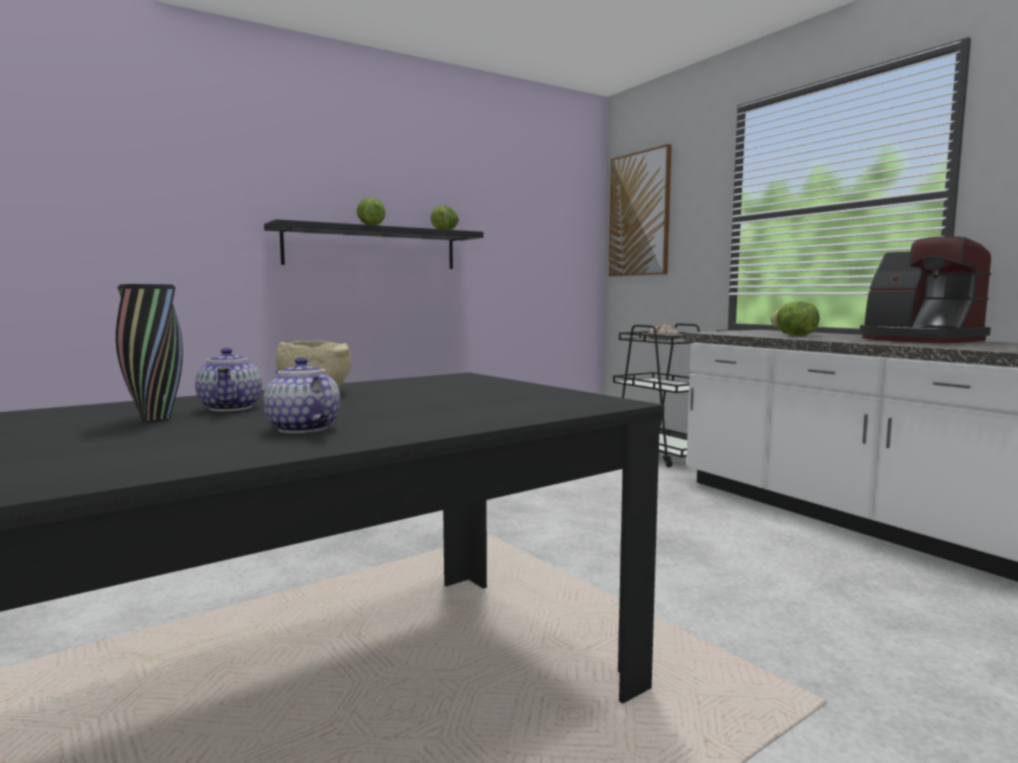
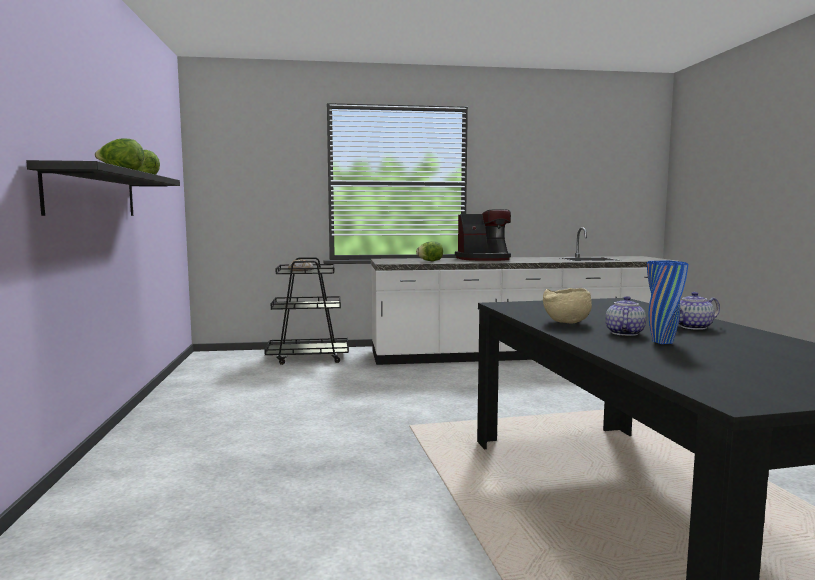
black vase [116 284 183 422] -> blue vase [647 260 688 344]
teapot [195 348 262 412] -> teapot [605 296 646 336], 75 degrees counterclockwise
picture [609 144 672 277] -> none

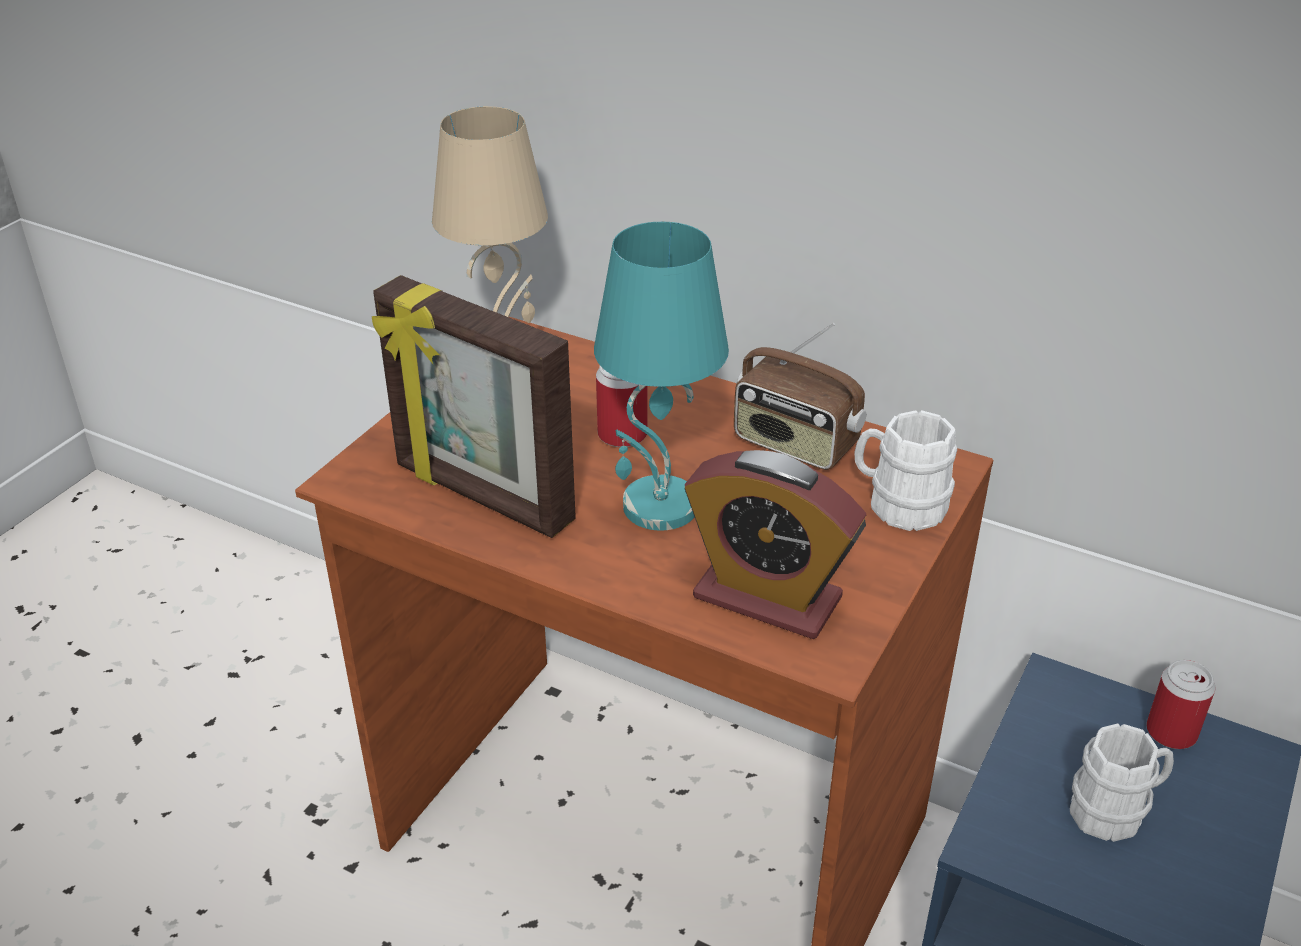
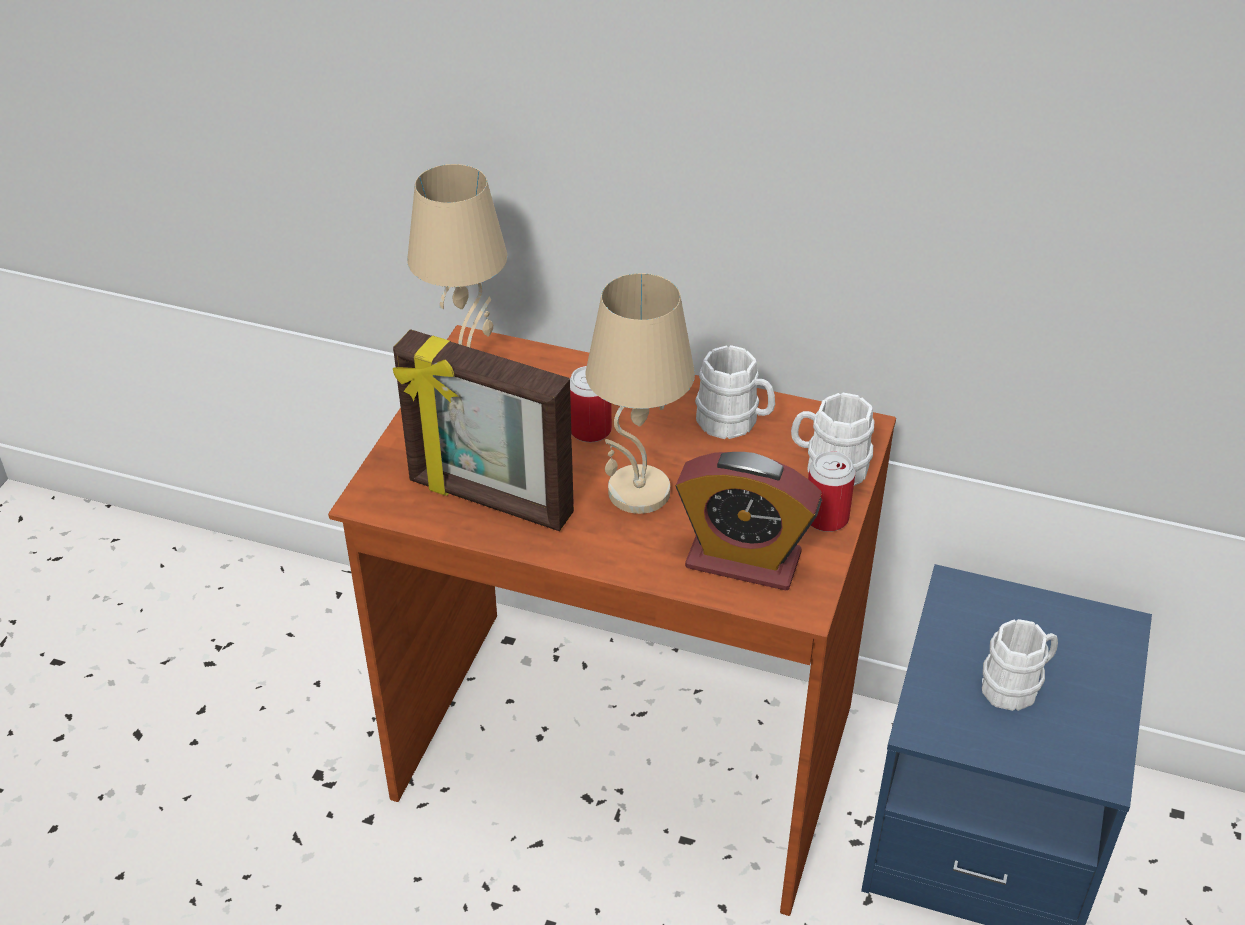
turquoise table lamp [594 222 729 531] -> beige table lamp [586 273 695 514]
radio [734 323 866 470] -> white mug [695 345 775 439]
can [1146 660 1215 749] -> can [808 451 855 532], move

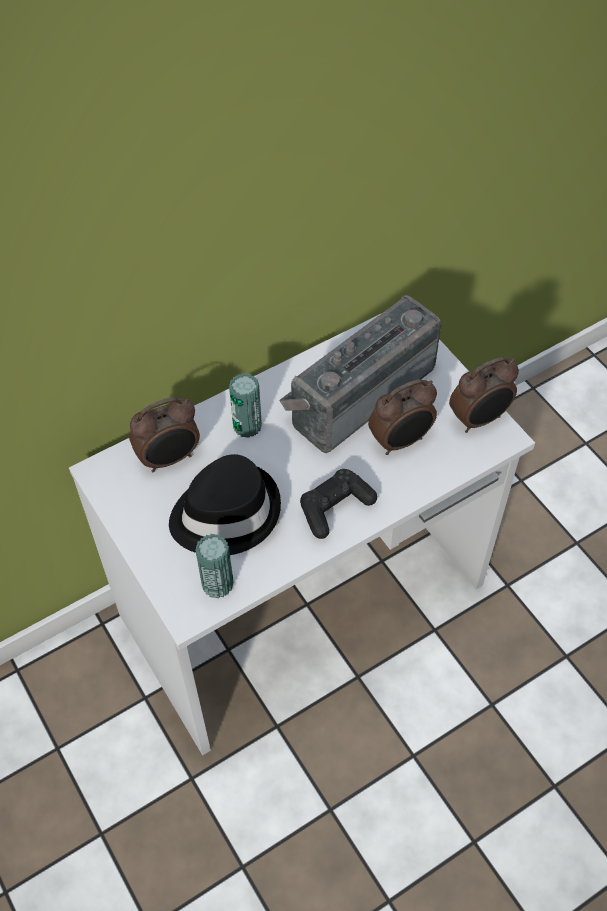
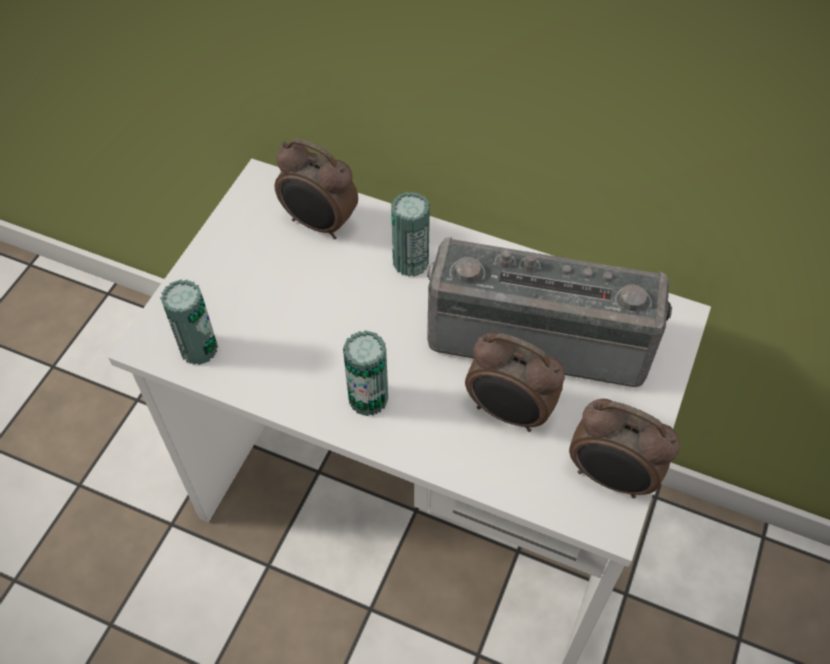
black hat [169 454 281 555] -> none
black game controller [300 469 377 539] -> can [343 330 388 416]

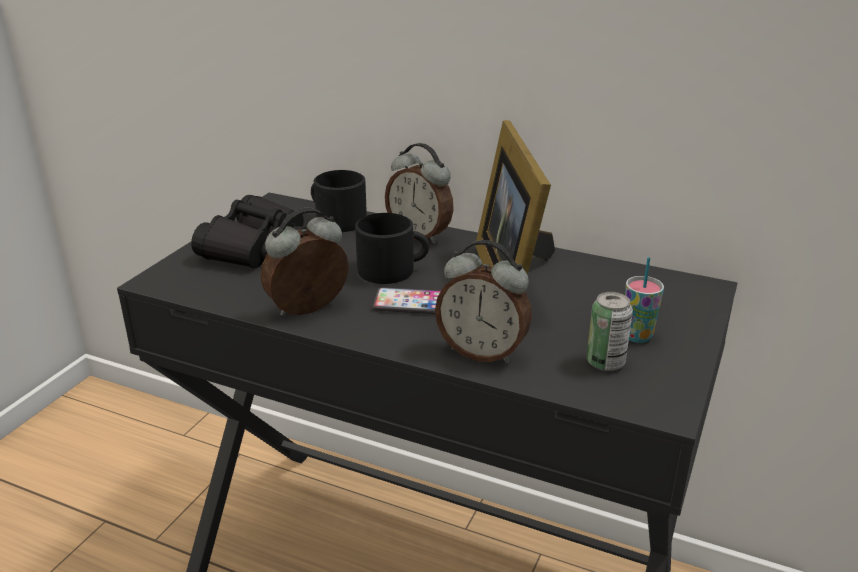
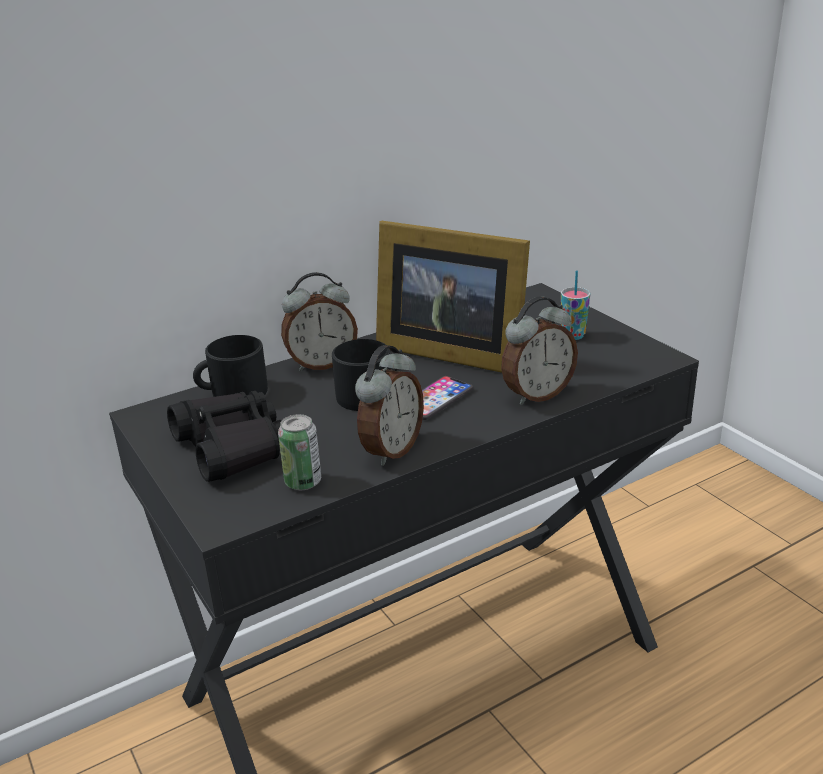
alarm clock [260 208 349 316] -> alarm clock [355 345 424 466], 150 degrees counterclockwise
can [587 292 633 371] -> can [278 414 321 490], move

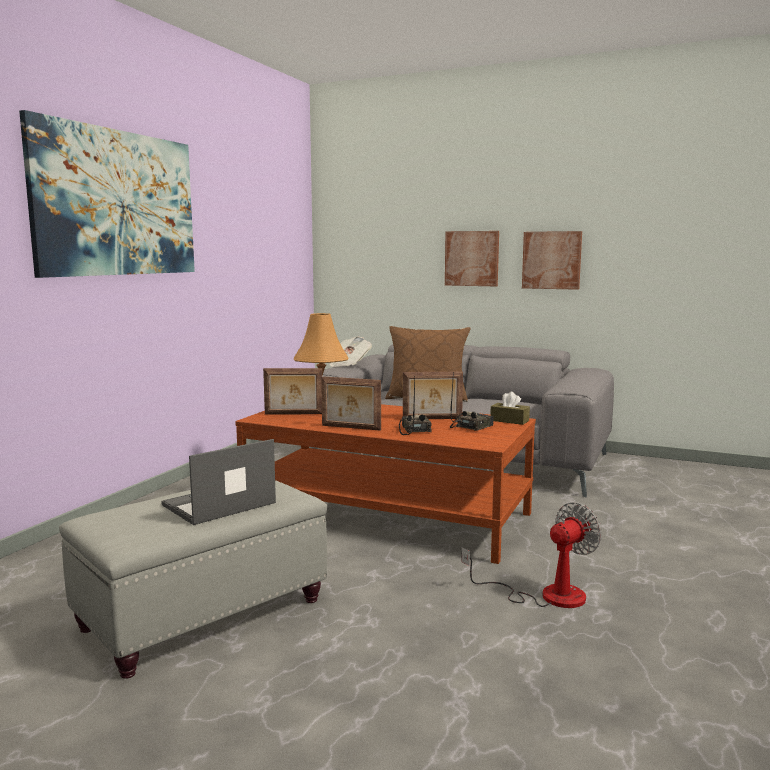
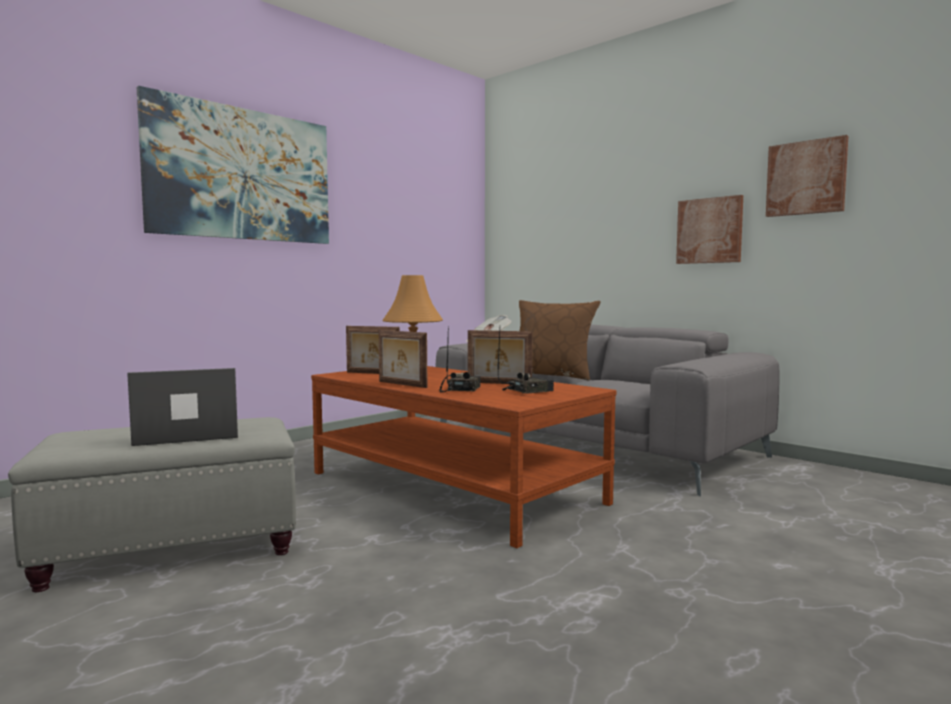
picture [445 231 499 286] -> picture [766 135 848 217], move
fan [461 502 602 608] -> none
brown tissue box [490 392 530 425] -> none

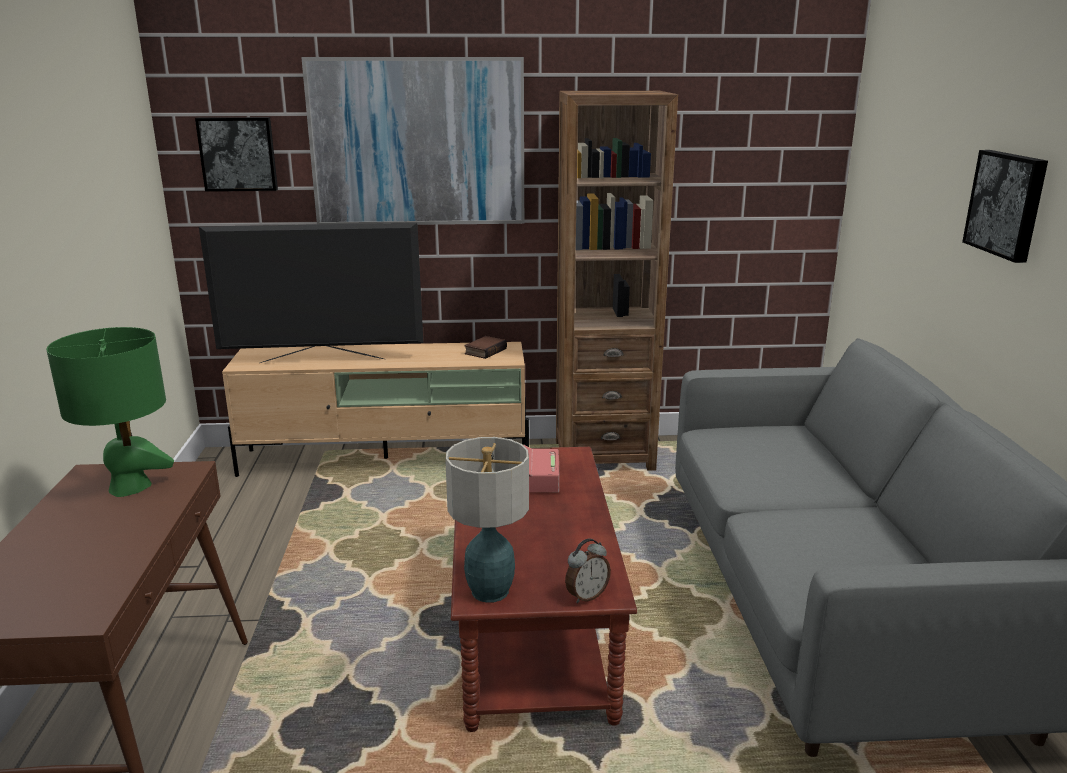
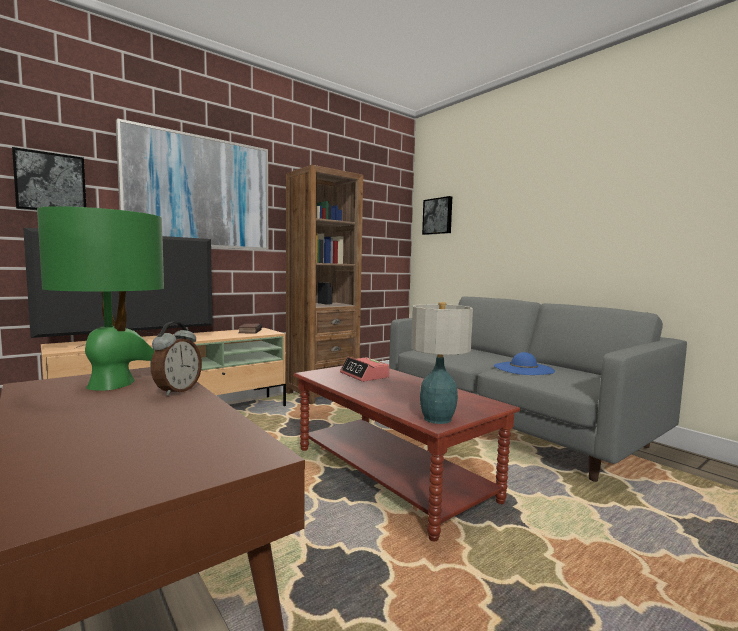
alarm clock [565 539 611 603] -> alarm clock [151 322 202 396], move
picture [962 150 1048 263] -> picture [422 196 452 235], move
none -> blue hat [494 352 555 375]

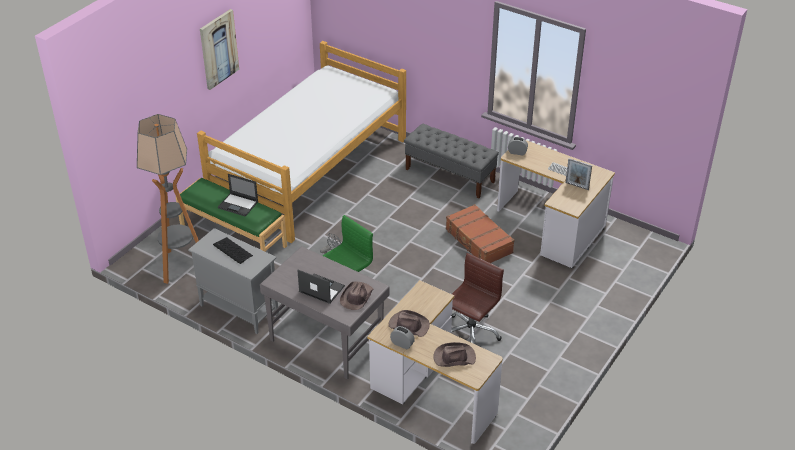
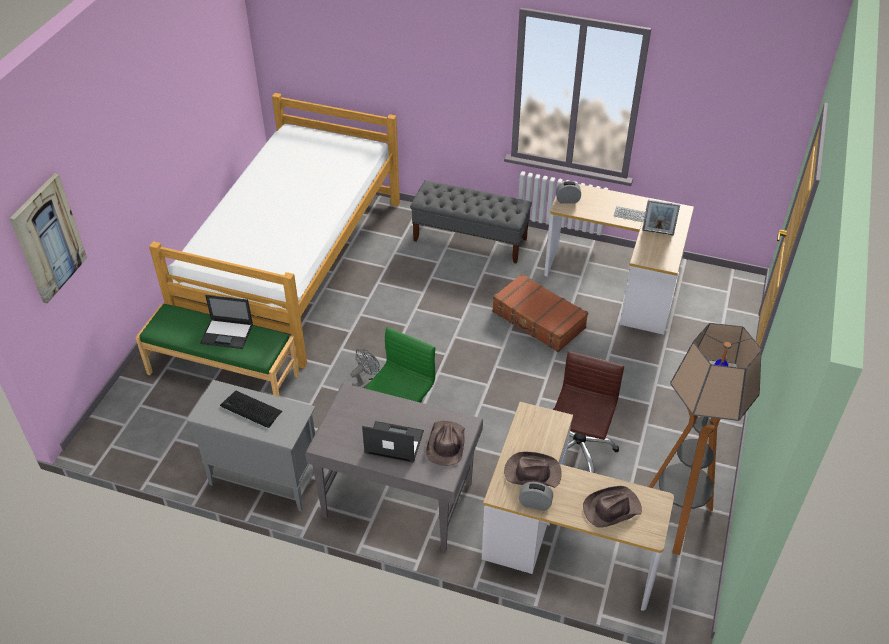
floor lamp [137 114 199 284] -> floor lamp [649 323 762 555], move
picture [200 9 239 90] -> picture [9 173 87 304], move

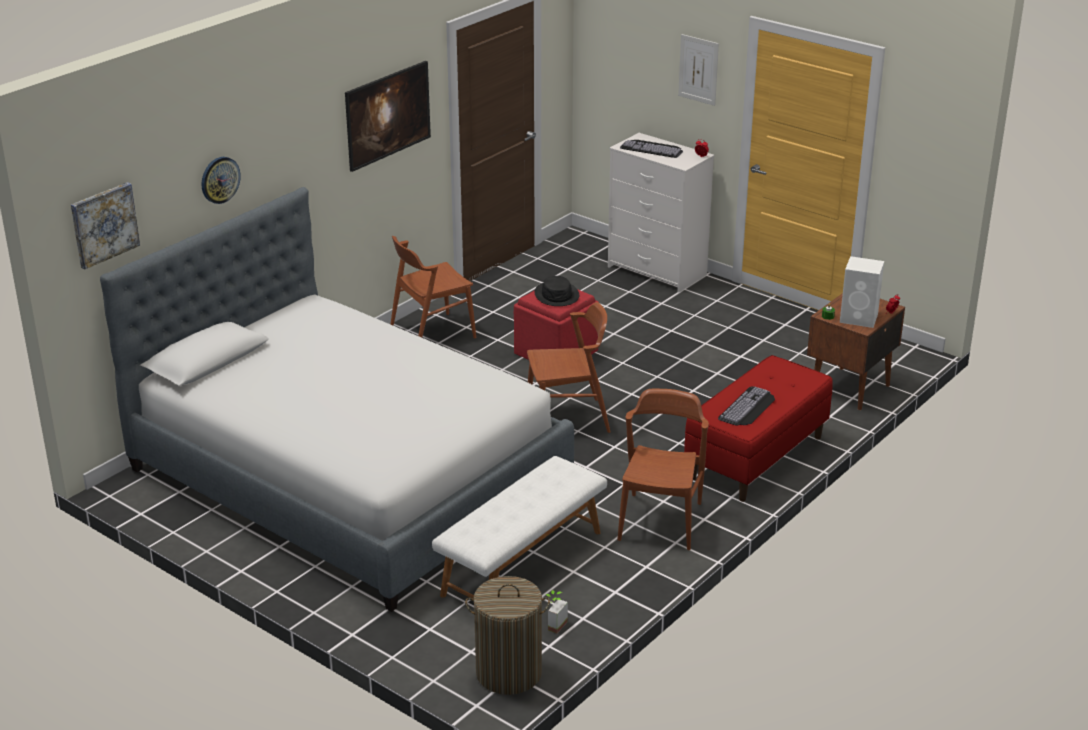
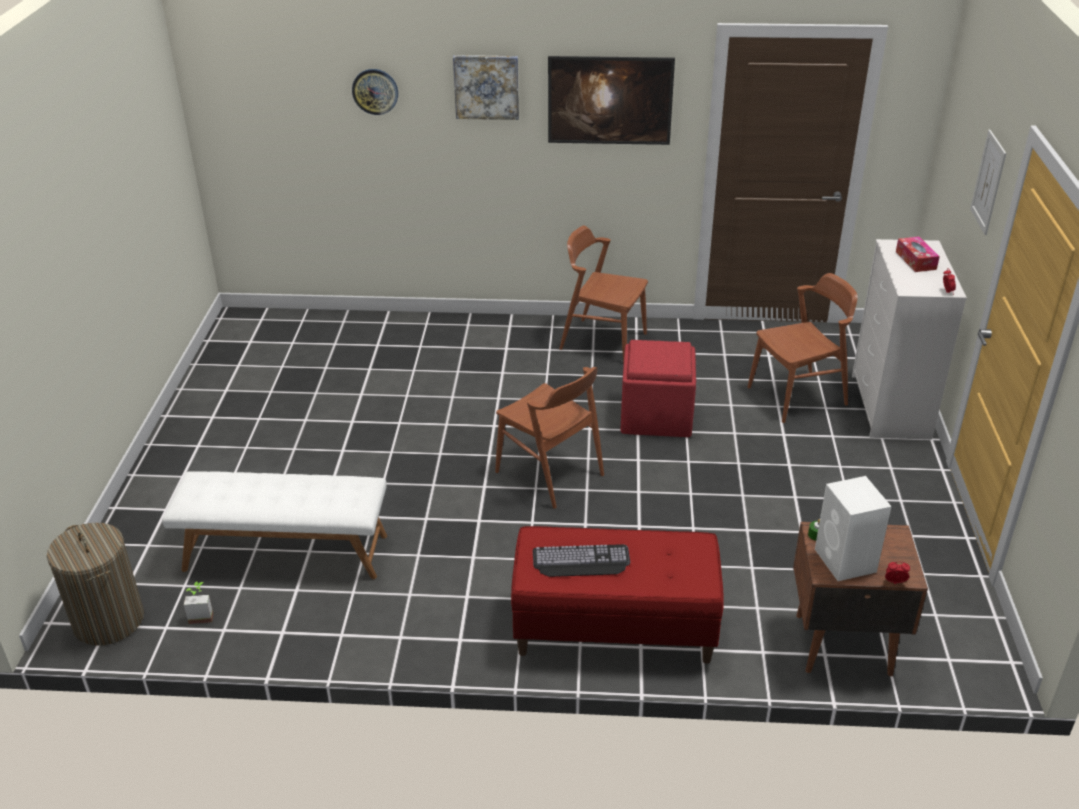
picture [71 182 140 269] -> picture [453 55 519 120], move
bed [100 187 574 612] -> none
black hat [534 276 579 306] -> none
brown chair [617 389 709 550] -> brown chair [747 273 858 423], move
keyboard [620 140 683 158] -> tissue box [896 237 940 272]

